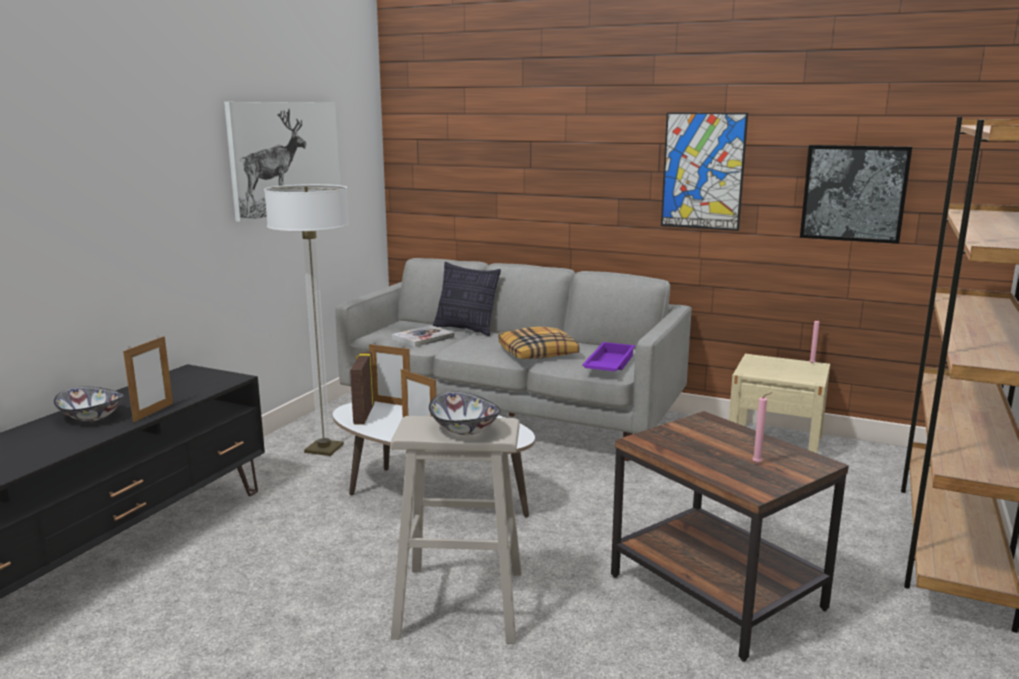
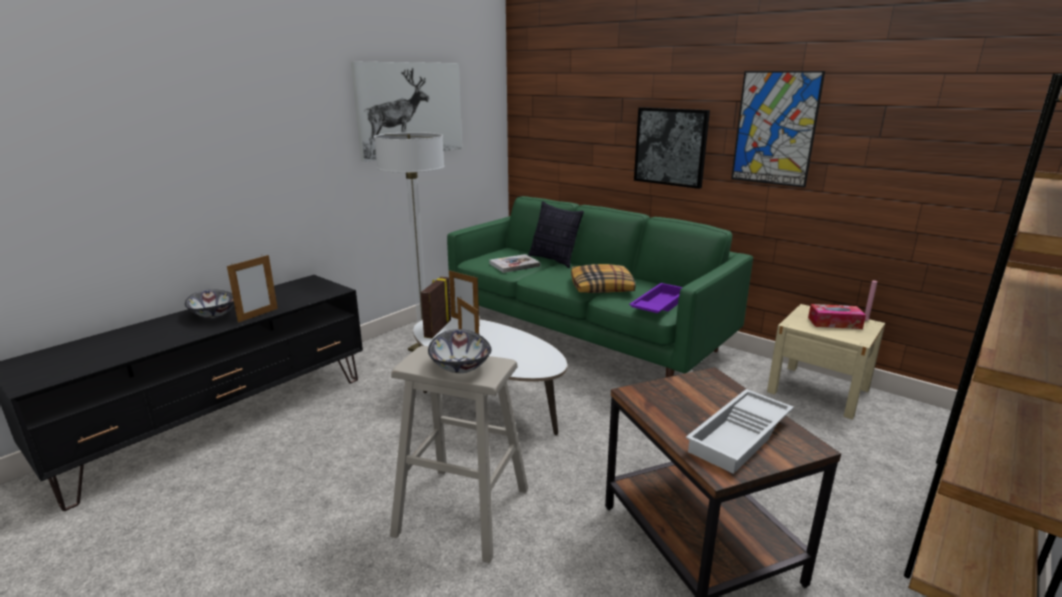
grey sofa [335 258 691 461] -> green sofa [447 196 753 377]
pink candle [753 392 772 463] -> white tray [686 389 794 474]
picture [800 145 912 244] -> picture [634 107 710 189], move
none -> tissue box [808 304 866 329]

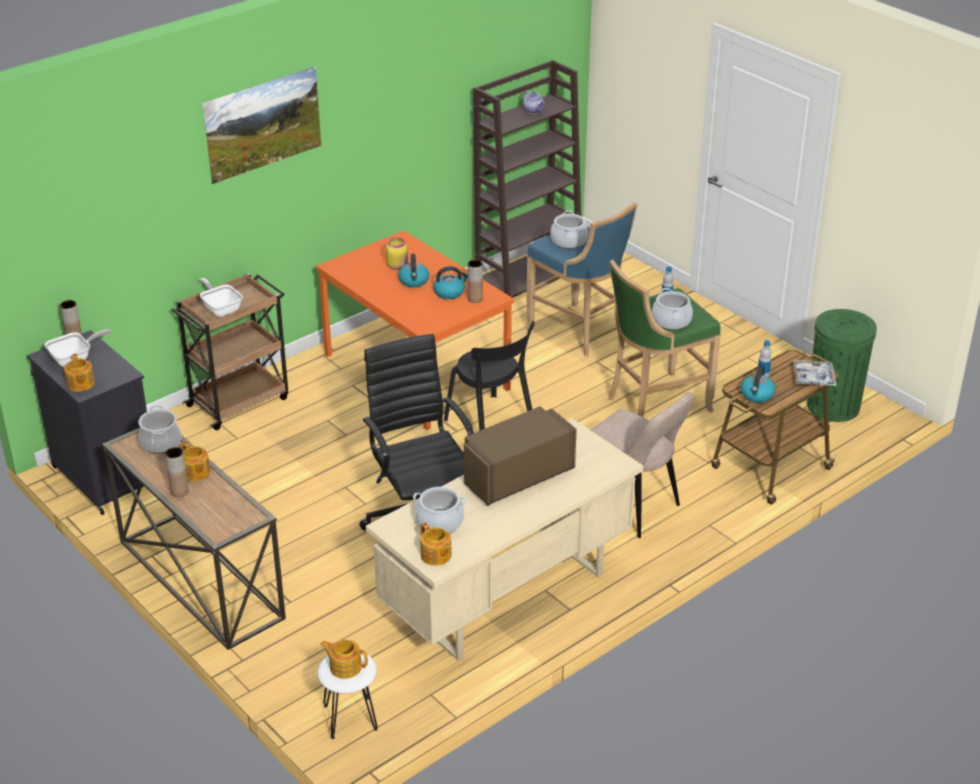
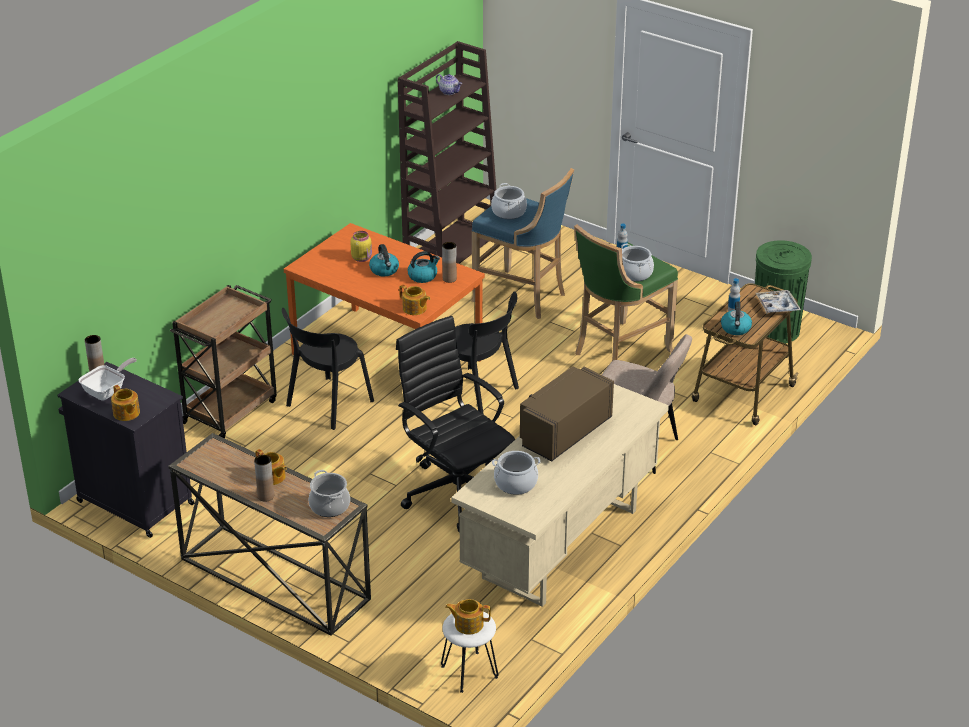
cooking pot [138 405 181 454] -> cooking pot [309 470 350 517], move
frying pan [199 278 243 317] -> none
picture [203 66 321 184] -> none
teapot [420 522 452 566] -> teapot [399 284 430 315], move
none -> black chair [282 308 374 430]

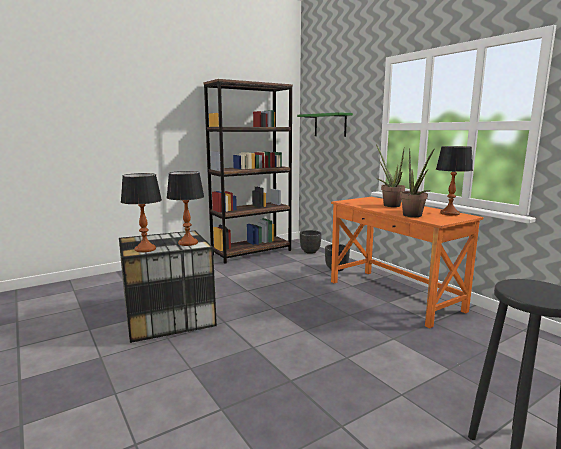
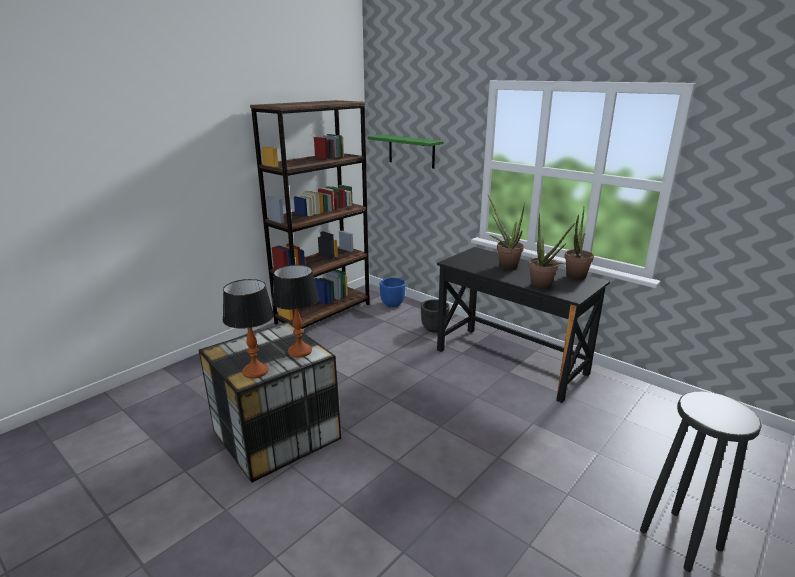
black planter [300 230 321 254] -> blue planter [380 278 406 307]
orange desk [331 197 484 328] -> black desk [437 247 610 403]
table lamp [436 146 473 216] -> potted plant [564 208 594 280]

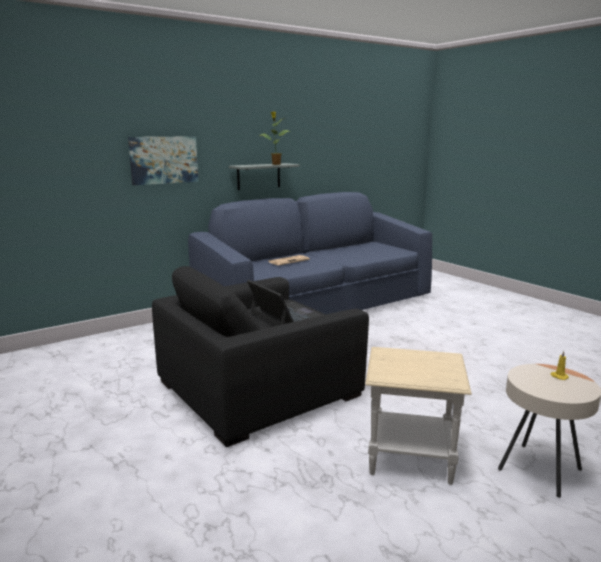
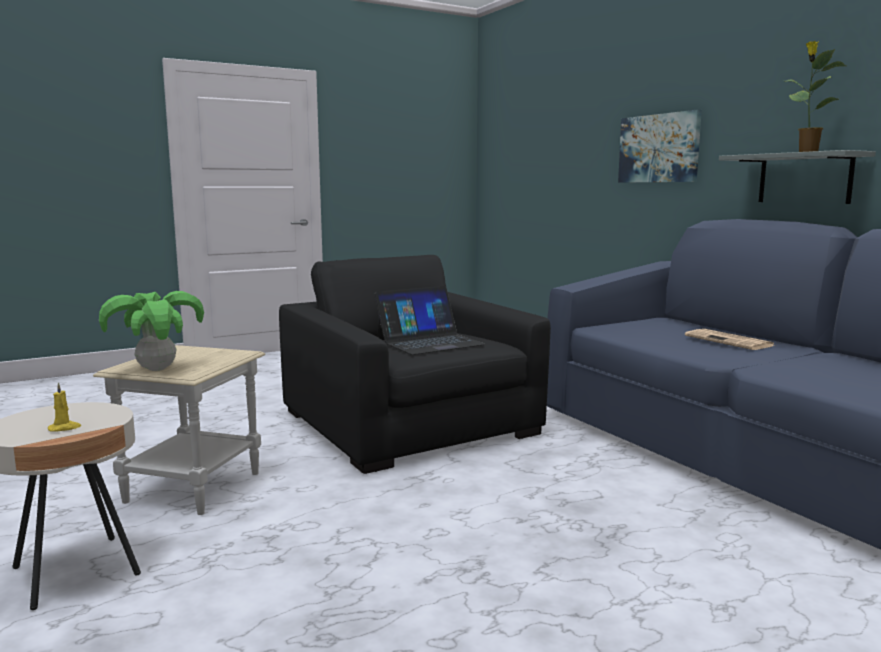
none -> potted plant [99 291 204 371]

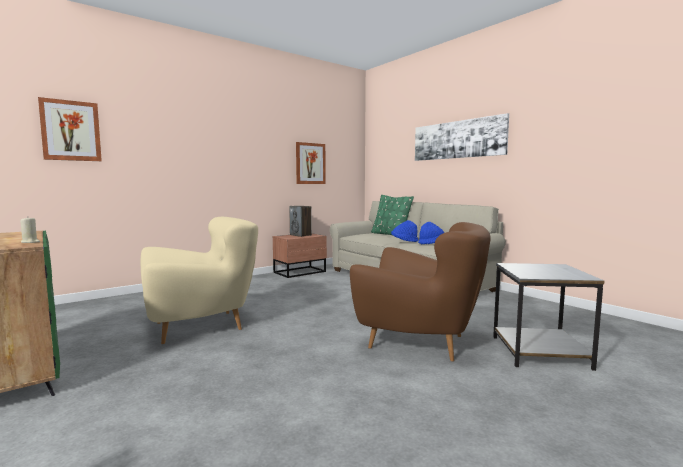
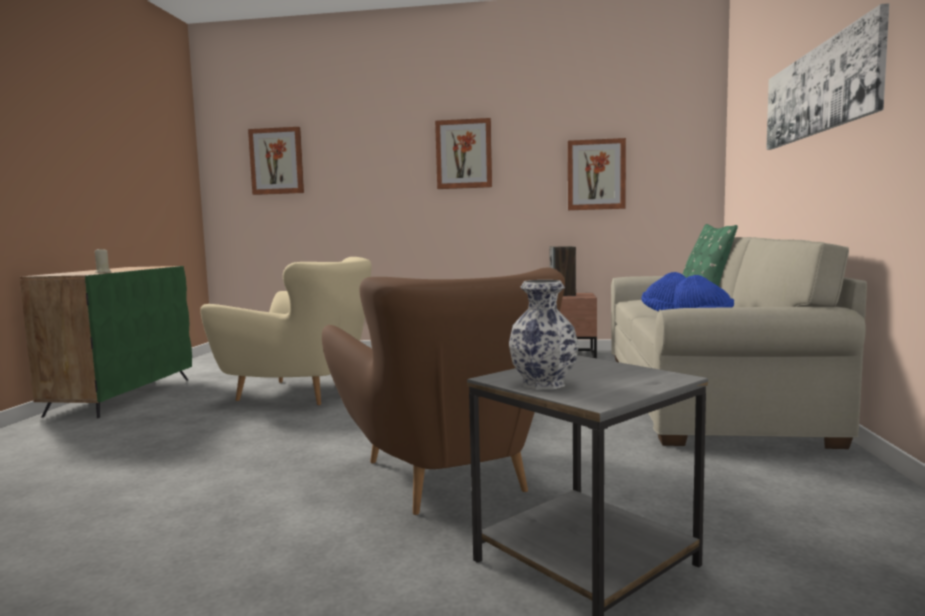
none -> picture [435 118 492 189]
none -> vase [509 280 579 390]

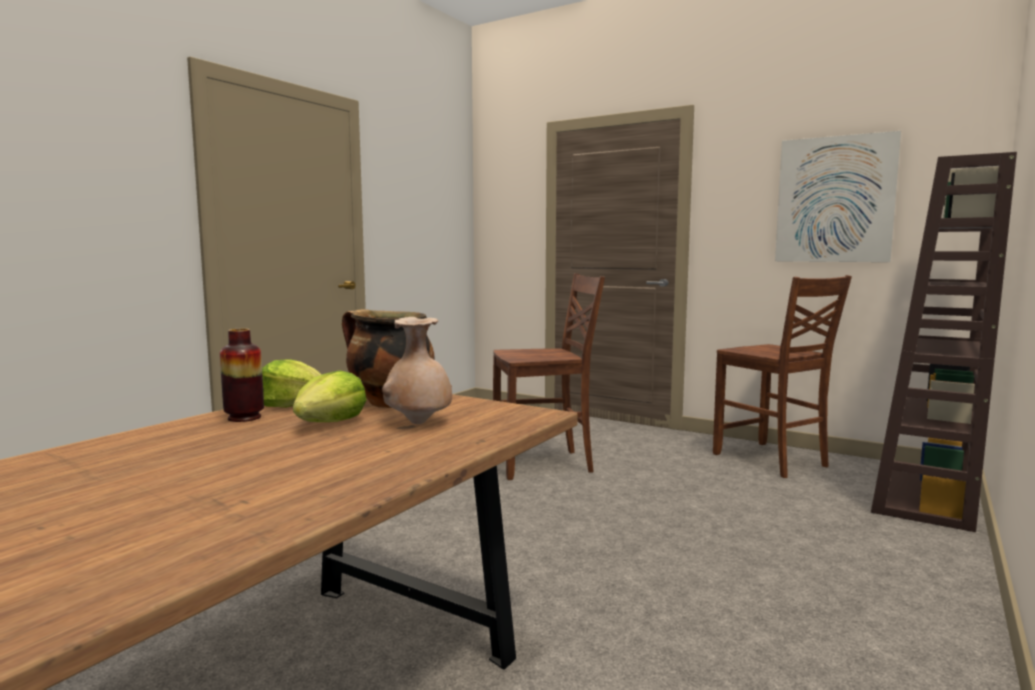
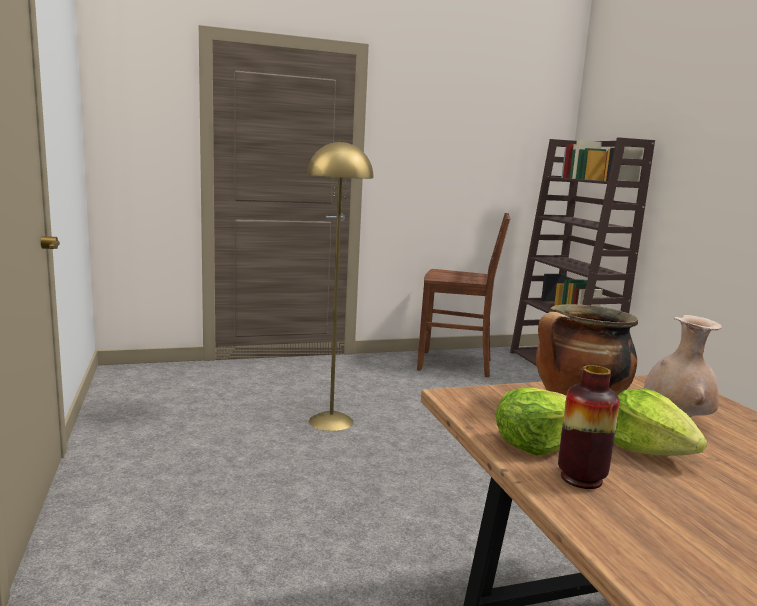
brown chair [493 273 605 480] -> yellow floor lamp [307 140 373 431]
picture [775 131 901 262] -> none

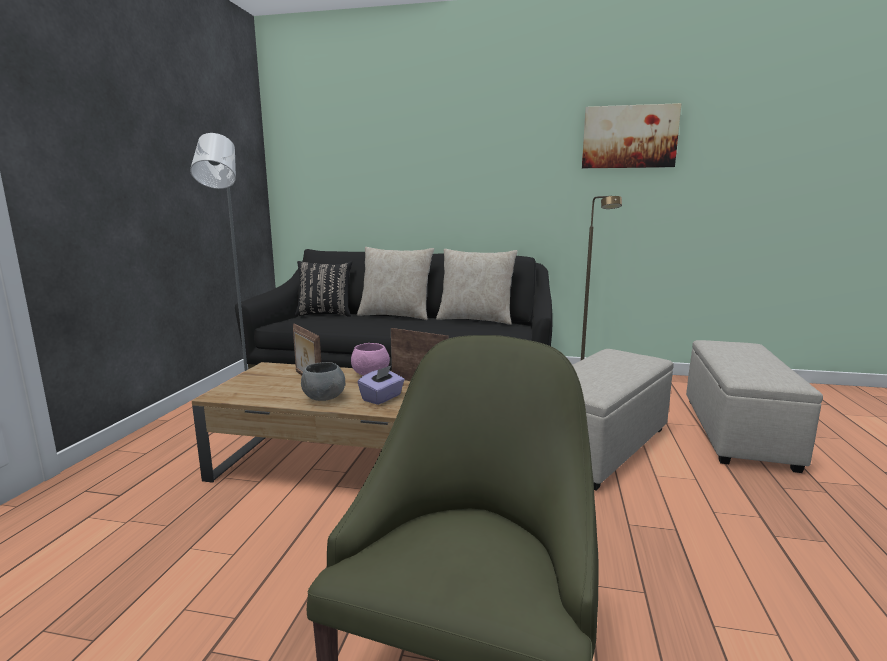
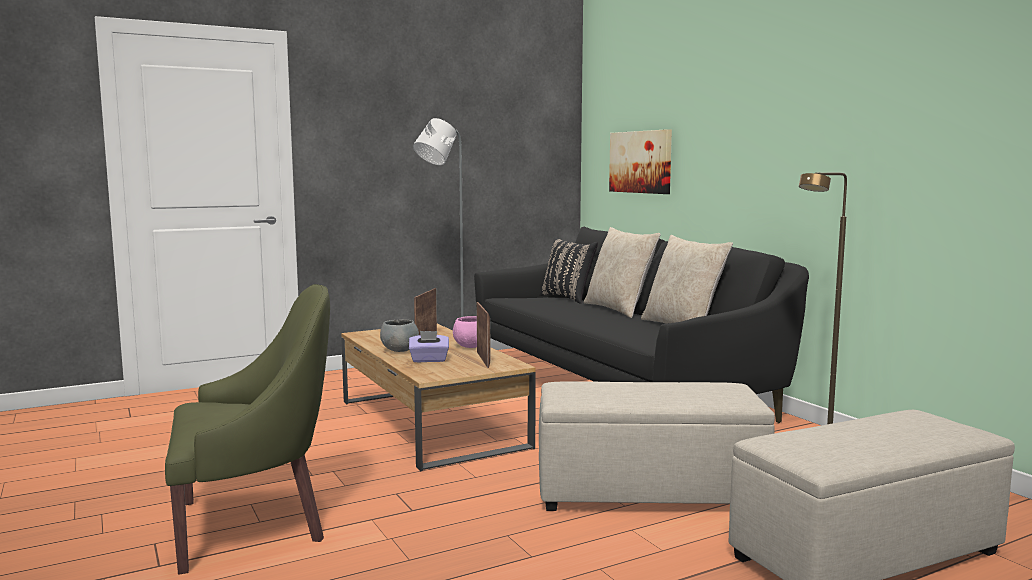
picture [582 103 682 168] -> picture [609 129 672 194], move

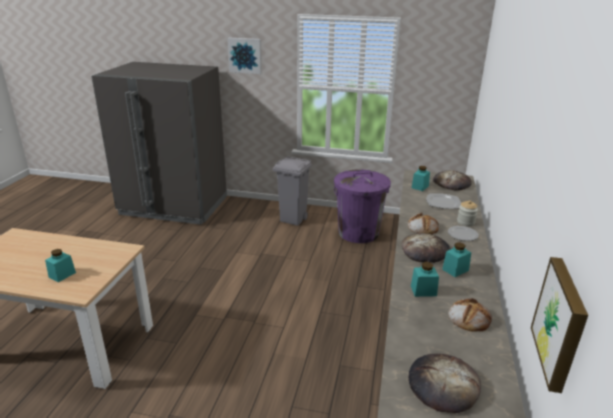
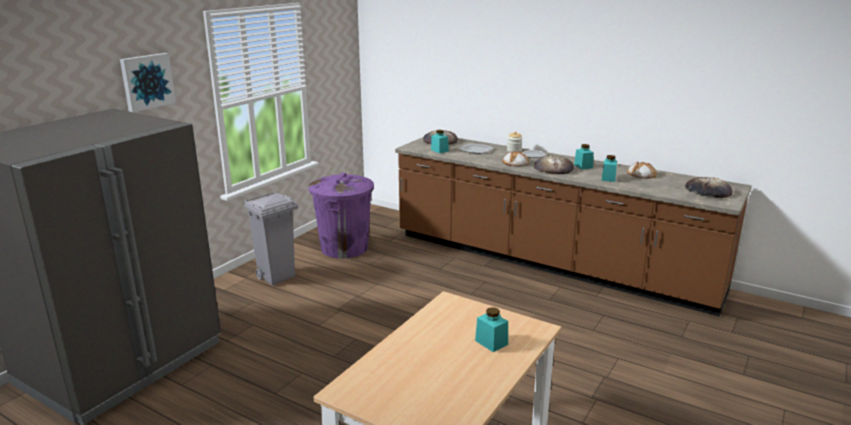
picture [531 257 588 393] -> none

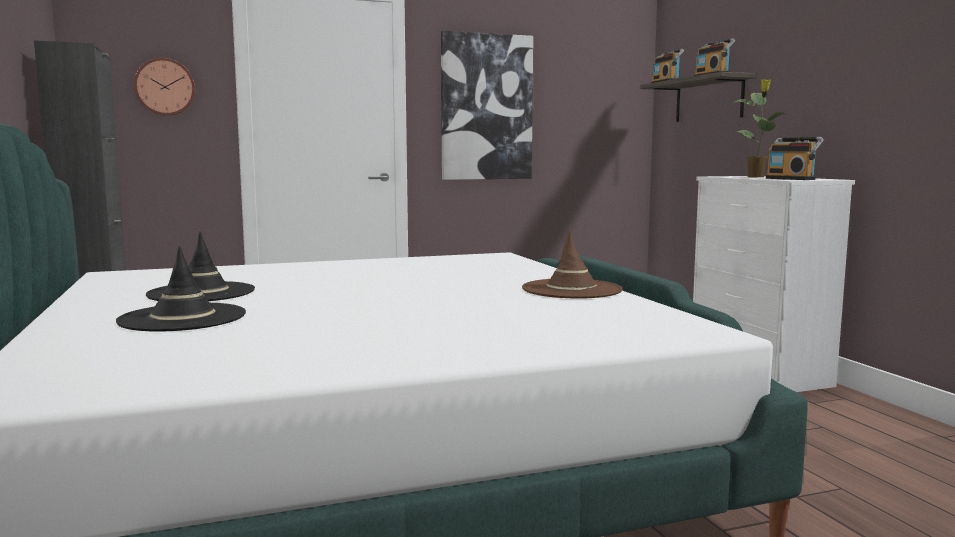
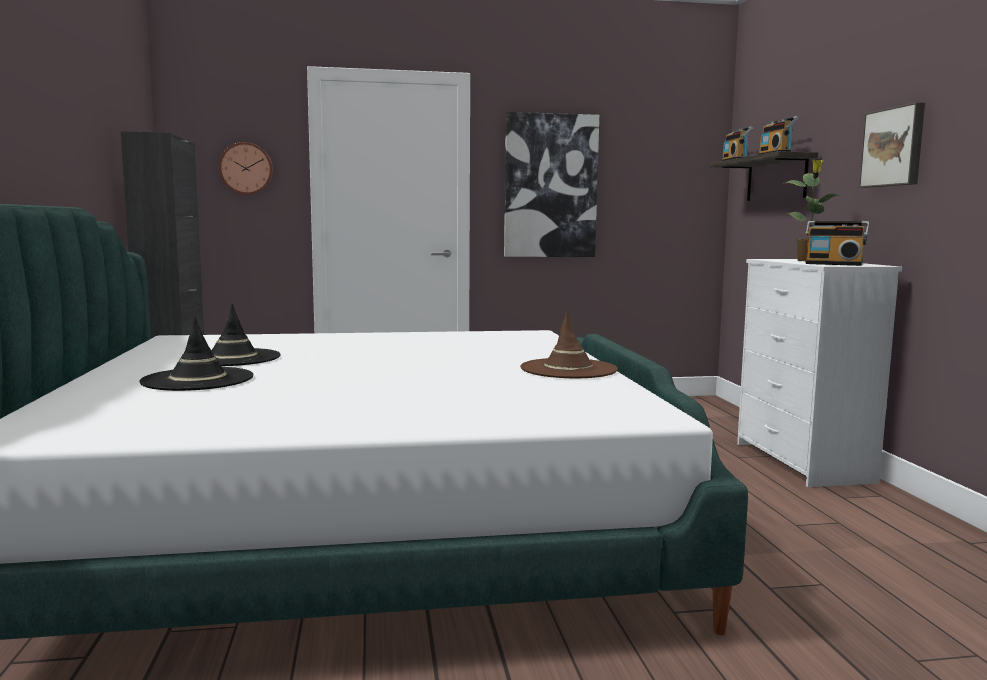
radio [766 137 824 180] -> radio [805 221 869 266], 45 degrees counterclockwise
none -> picture [859 102 925 188]

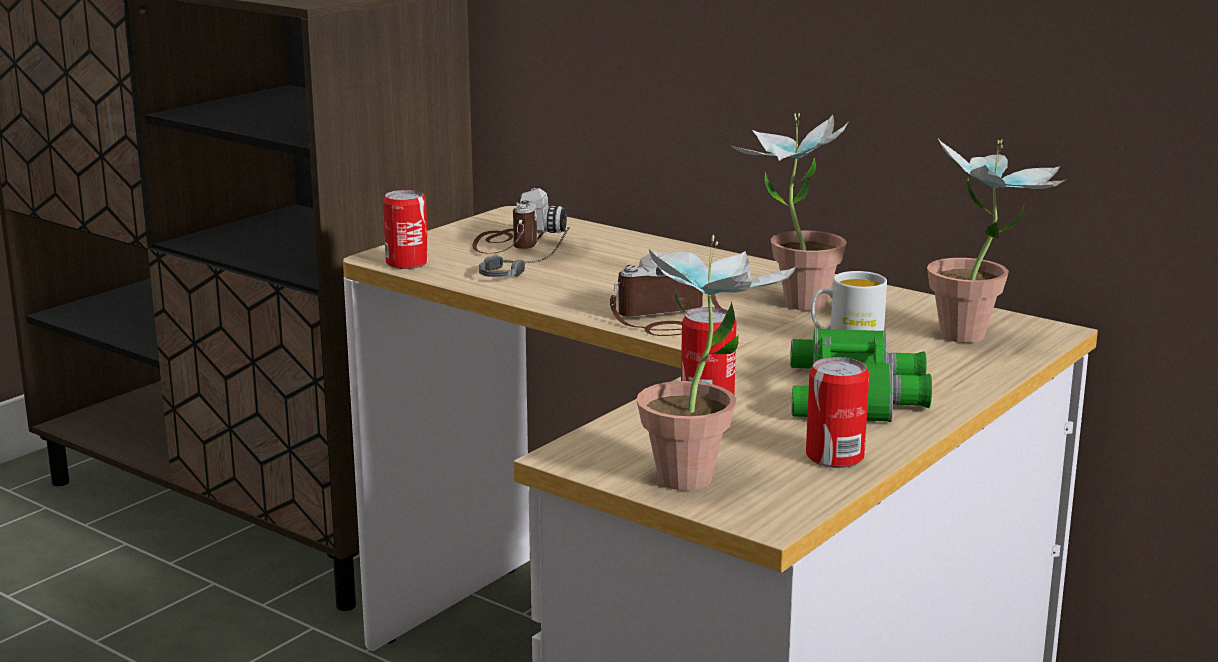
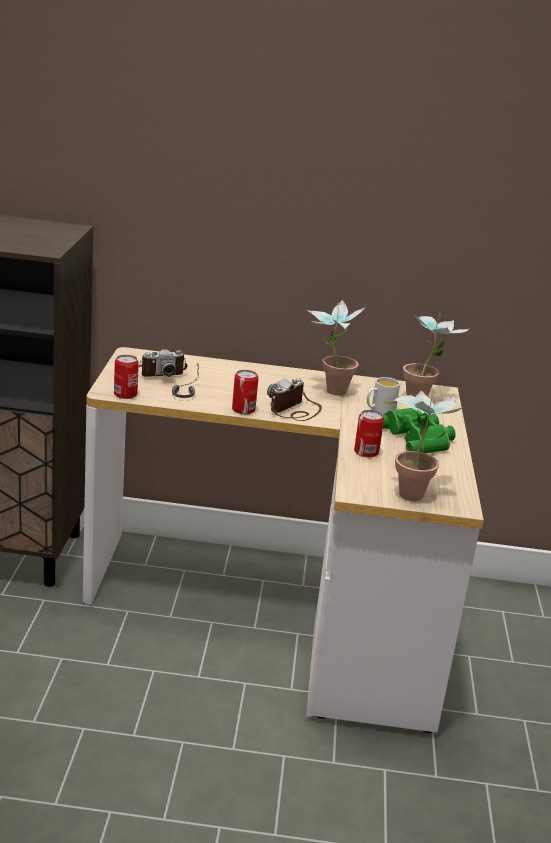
photo camera [472 188 567 254] -> photo camera [138 349 188 377], 90 degrees clockwise
can [806 357 869 468] -> can [232 370 259 414], move

